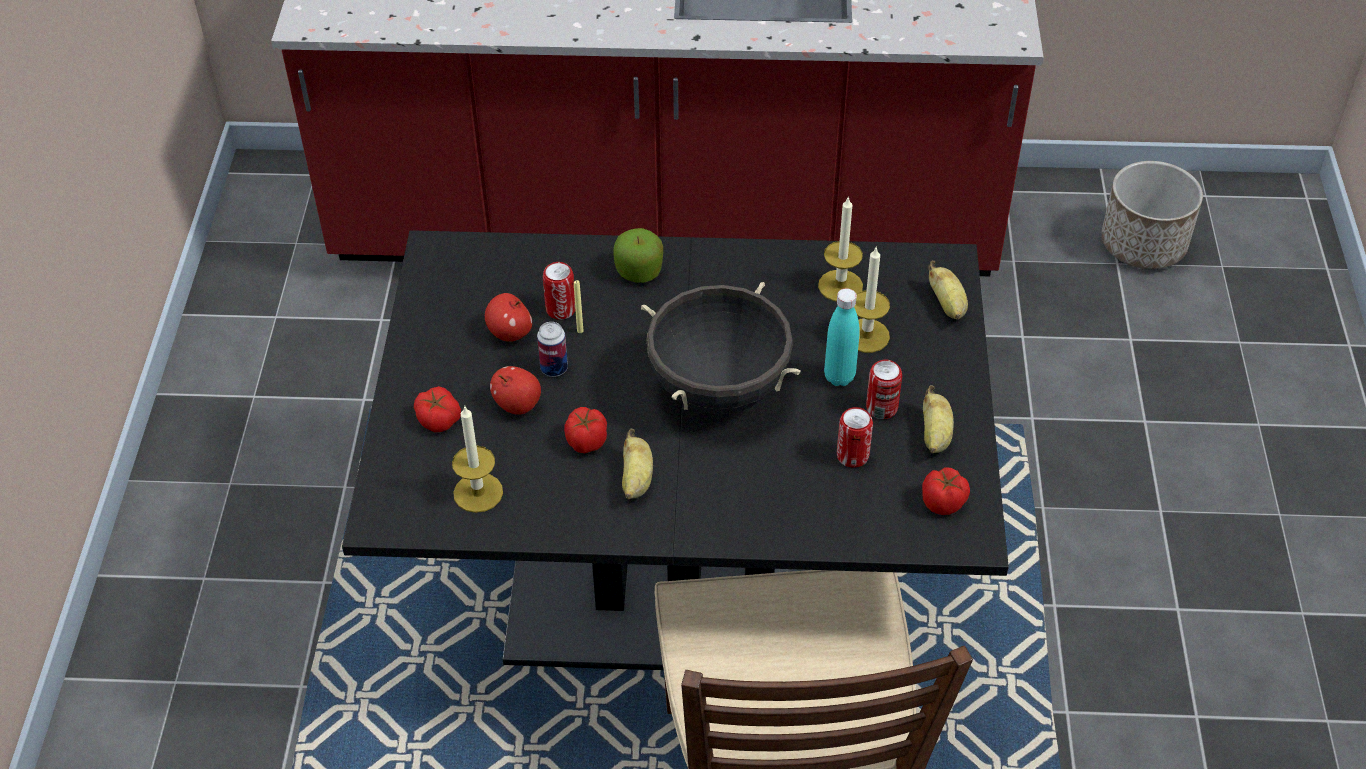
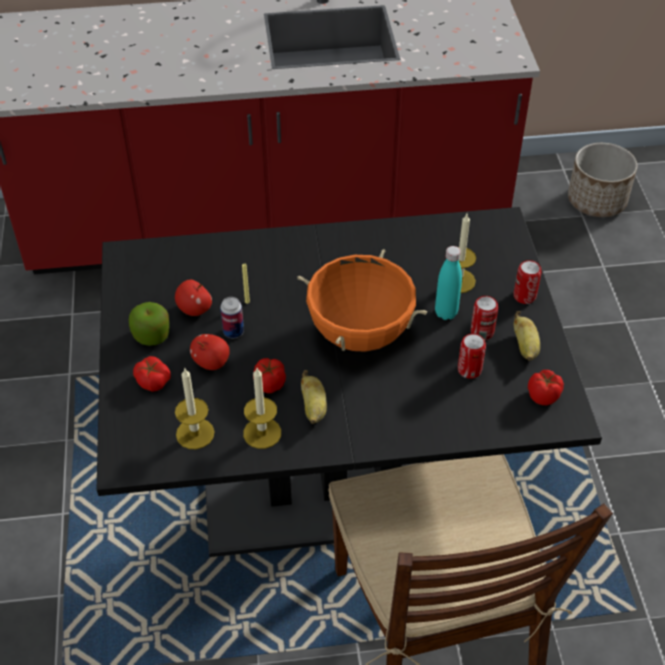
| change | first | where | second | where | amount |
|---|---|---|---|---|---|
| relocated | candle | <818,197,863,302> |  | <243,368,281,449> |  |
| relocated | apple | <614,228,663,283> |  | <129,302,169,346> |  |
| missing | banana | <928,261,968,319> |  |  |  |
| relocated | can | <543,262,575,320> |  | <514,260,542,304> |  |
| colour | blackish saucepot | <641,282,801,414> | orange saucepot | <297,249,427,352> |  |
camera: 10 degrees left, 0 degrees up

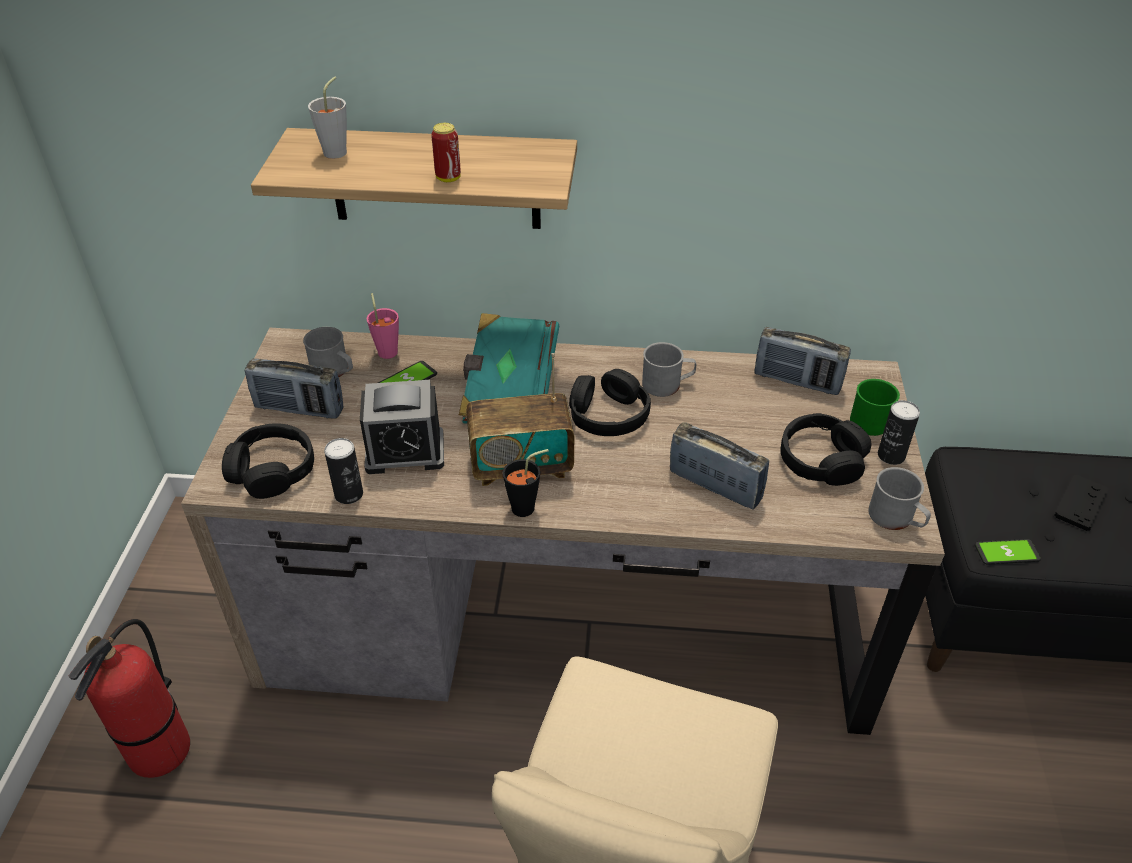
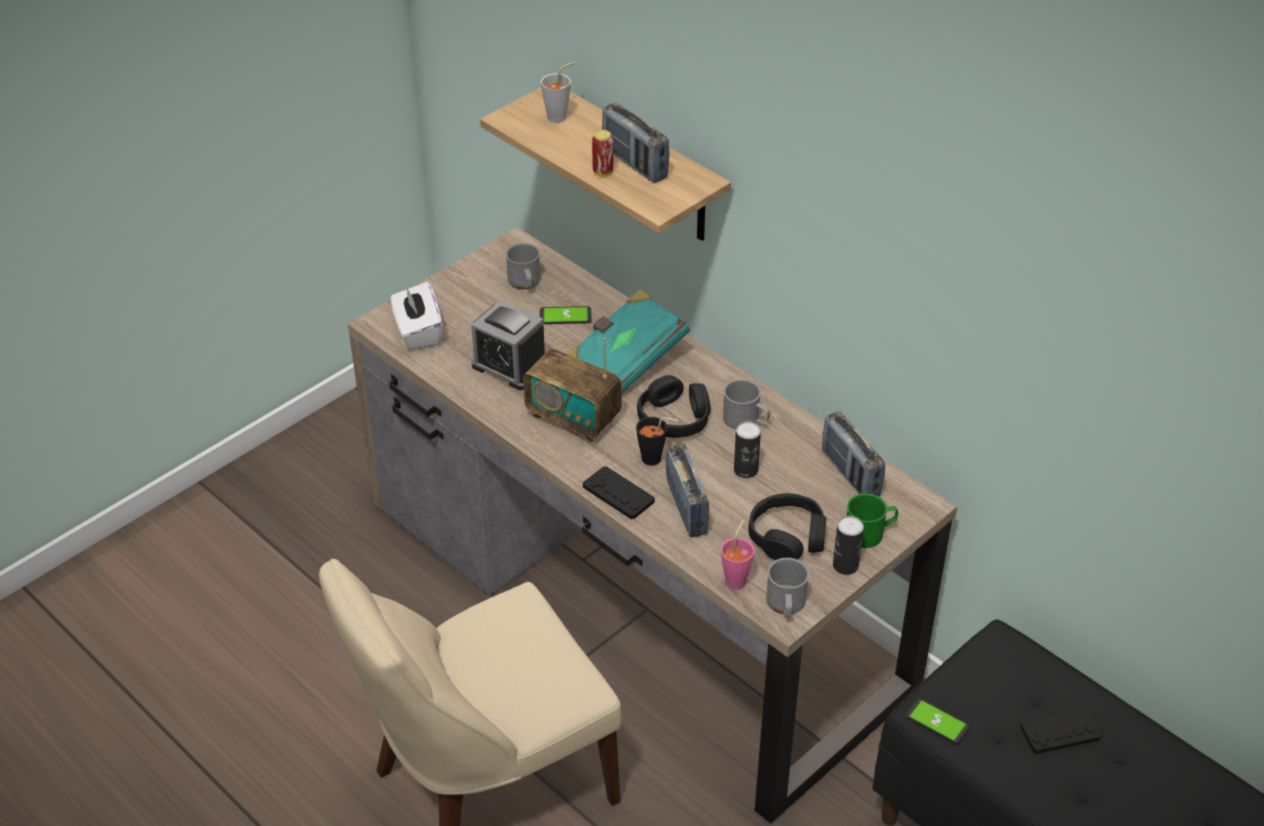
| change | first | where | second | where | amount |
|---|---|---|---|---|---|
| relocated | pink-coloured small cup | <366,293,399,359> |  | <721,520,755,590> |  |
| relocated | radio receiver | <245,358,343,419> |  | <602,103,669,183> |  |
| exchanged | blackish headset | <222,423,314,499> | whitish box of tissues | <391,282,442,350> |  |
| relocated | can | <324,438,363,504> |  | <734,421,761,478> |  |
| relocated | blackish small cup | <503,449,549,517> |  | <636,417,678,466> |  |
| missing | fire extinguisher | <69,619,190,778> |  |  |  |
| appeared |  |  | blackish gamepad | <583,466,655,519> |  |
camera: 40 degrees right, 0 degrees up

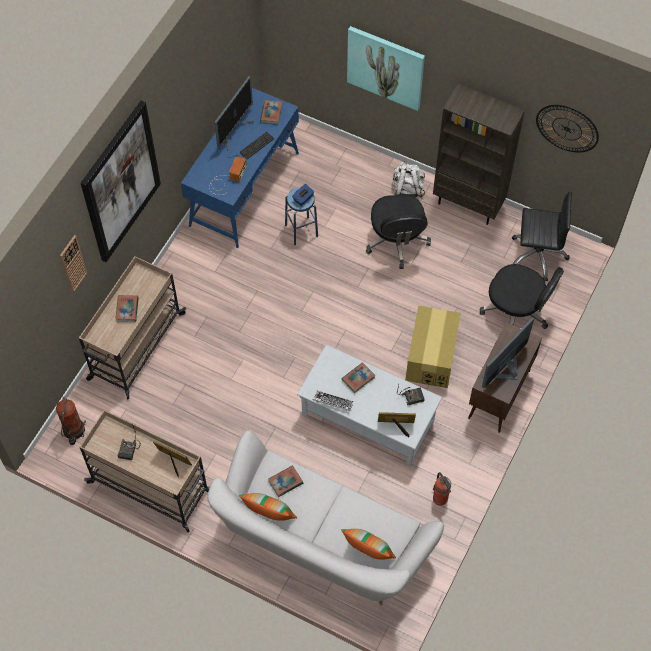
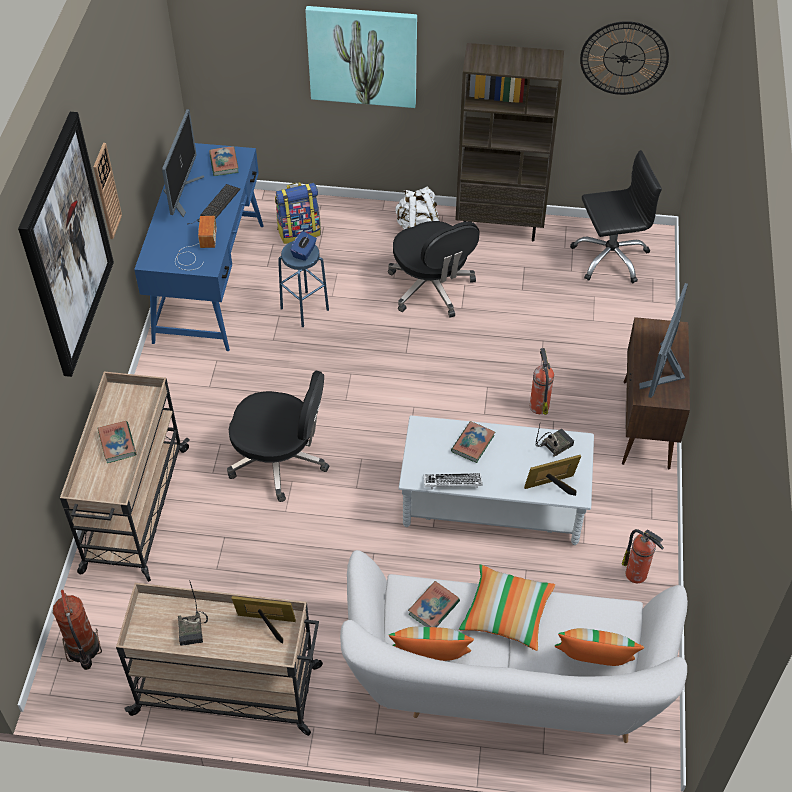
| change | first | where | second | where | amount |
|---|---|---|---|---|---|
| relocated | wall clock | <60,235,87,293> |  | <93,143,122,239> |  |
| relocated | blackish computer chair | <480,264,564,329> |  | <227,371,330,502> |  |
| exchanged | packing box | <406,306,461,388> | fire extinguisher | <530,348,554,415> |  |
| appeared |  |  | rucksack | <275,182,321,244> |  |
| appeared |  |  | cushion | <459,565,555,651> |  |
camera: 20 degrees left, 10 degrees down

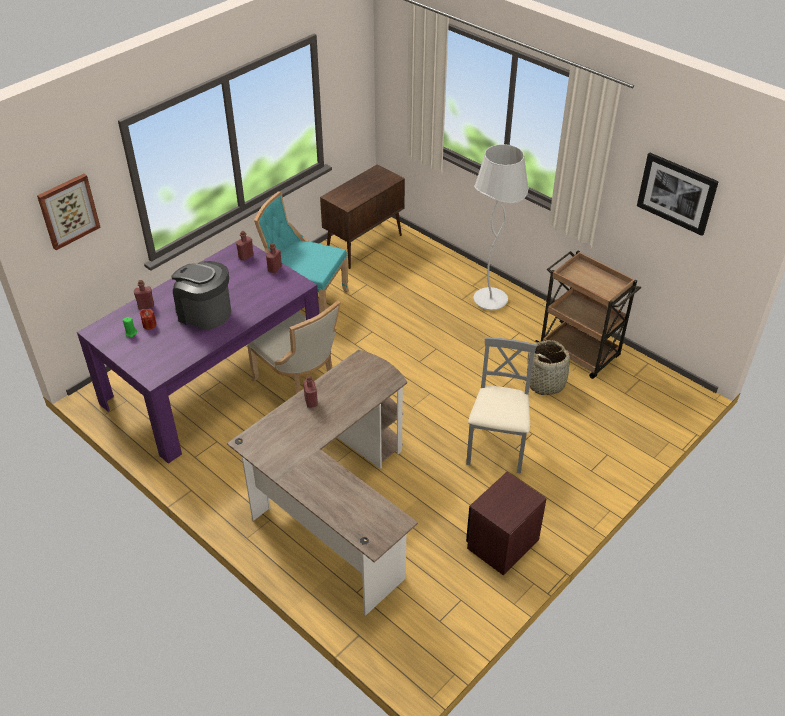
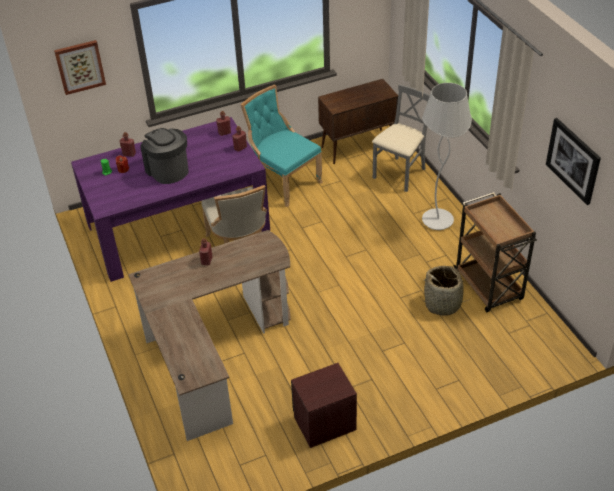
| change | first | where | second | where | amount |
|---|---|---|---|---|---|
| relocated | gray chair | <466,337,537,474> |  | <372,84,430,192> |  |
camera: 25 degrees right, 0 degrees up

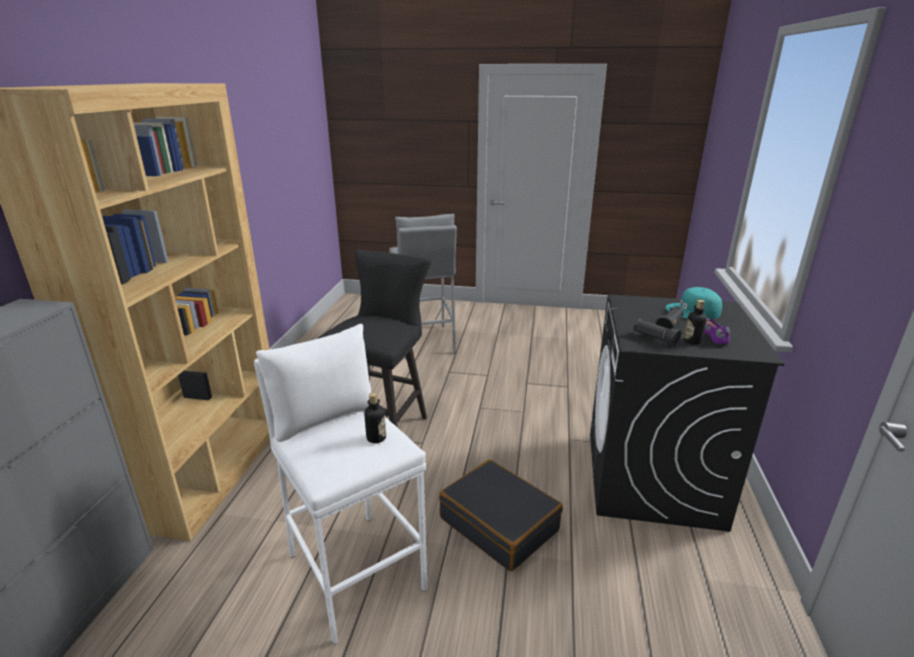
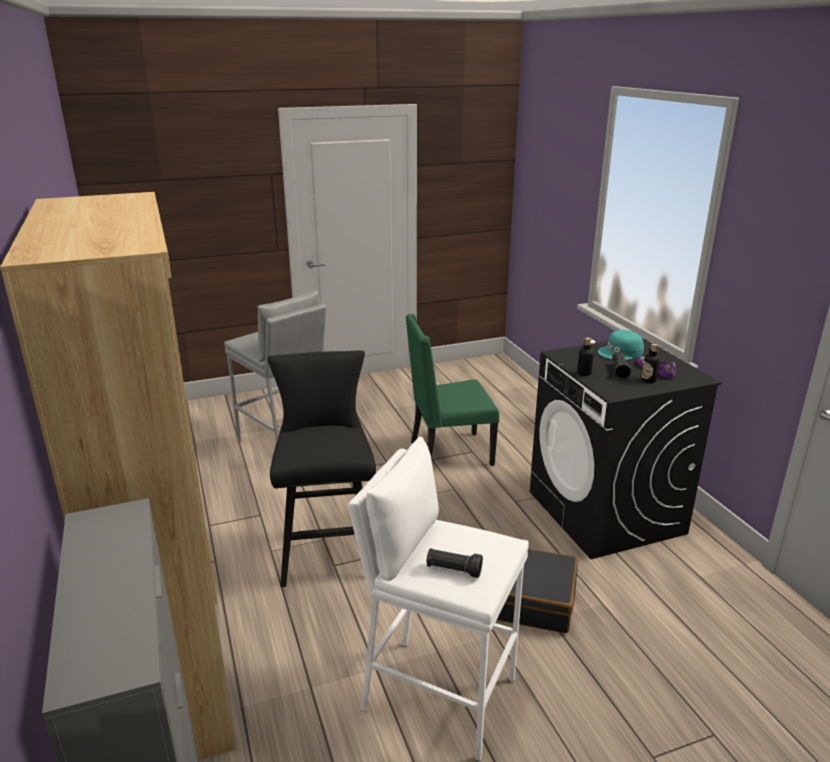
| change | first | where | second | where | amount |
|---|---|---|---|---|---|
| relocated | blackish hand torch | <633,319,681,347> |  | <427,548,483,578> |  |
| relocated | beverage bottle | <364,392,386,443> |  | <577,337,594,376> |  |
| appeared |  |  | greenish chair | <405,314,499,466> |  |
camera: 30 degrees left, 0 degrees up

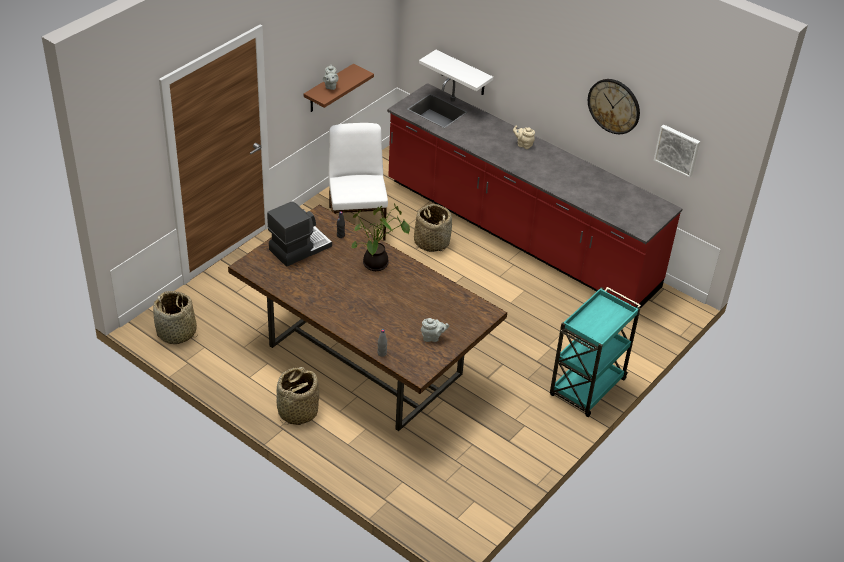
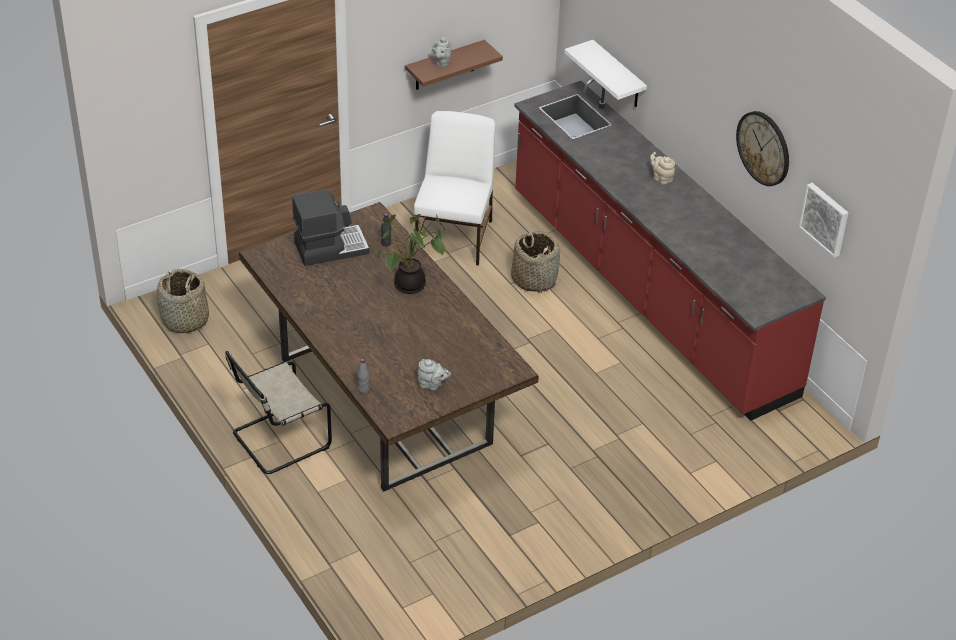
| change | first | where | second | where | amount |
|---|---|---|---|---|---|
| missing | turquoise cart | <550,287,641,417> |  |  |  |
| exchanged | household basket | <276,367,319,425> | beige-coloured chair | <225,351,332,474> |  |
camera: 20 degrees right, 0 degrees up

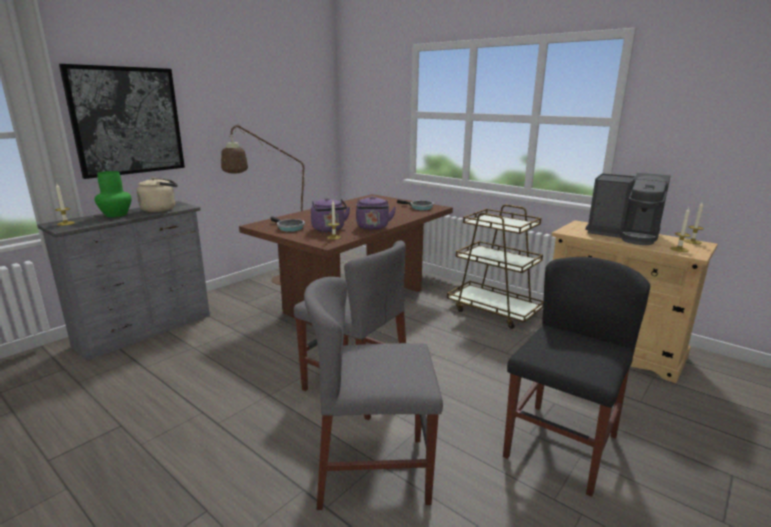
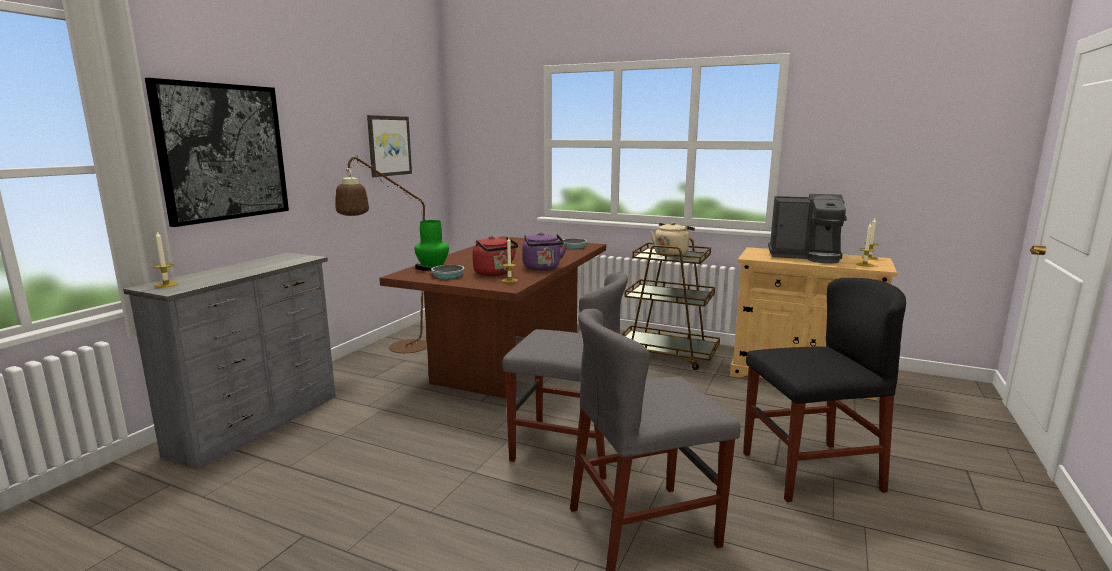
| change | first | where | second | where | amount |
|---|---|---|---|---|---|
| relocated | greenish decorative vase | <95,171,131,217> |  | <414,220,449,267> |  |
| relocated | beige-coloured water kettle | <137,177,177,212> |  | <650,222,695,257> |  |
| colour | purplish water kettle | <311,198,350,232> | red-coloured water kettle | <473,236,518,276> |  |
| spun | blackish chair | <503,257,650,497> |  | <743,278,906,502> | 60 degrees clockwise |
| appeared |  |  | wall picture | <367,115,412,177> |  |
camera: 15 degrees left, 5 degrees down

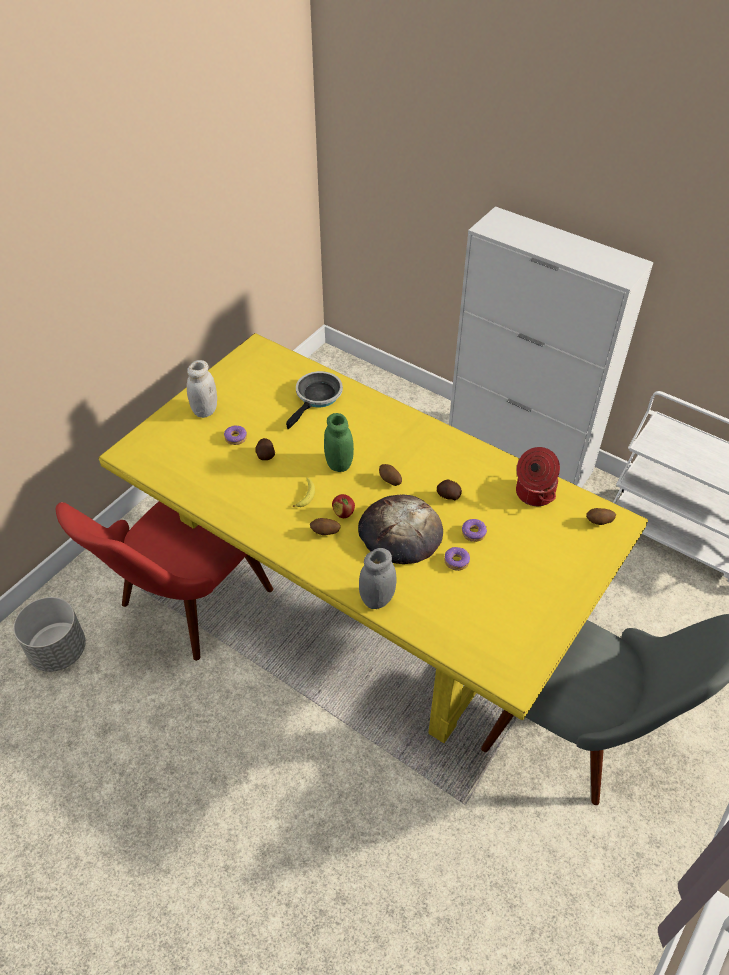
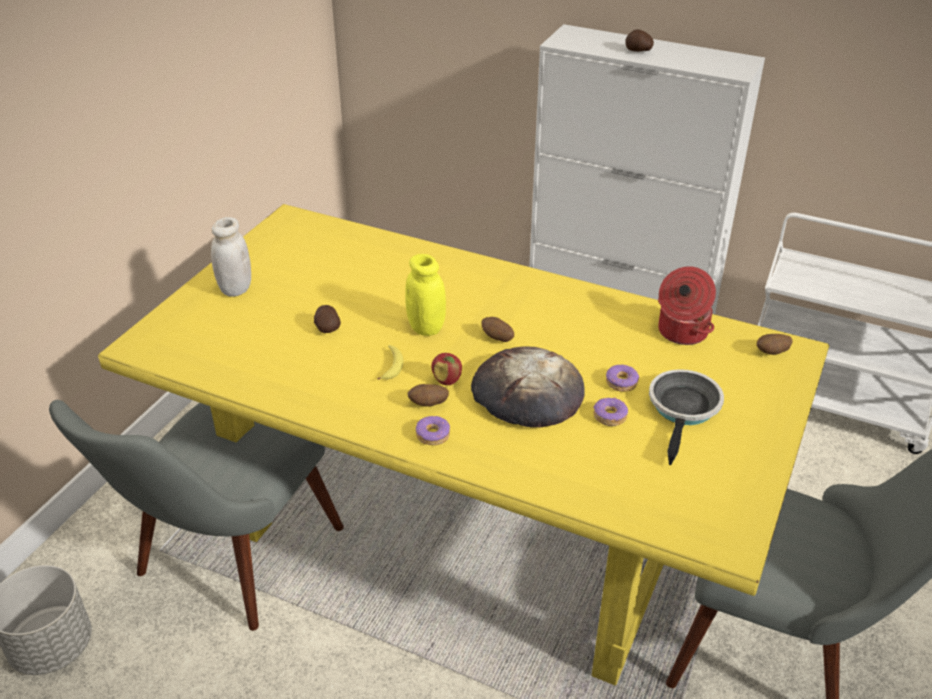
| change | first | where | second | where | amount |
|---|---|---|---|---|---|
| relocated | frying pan | <286,371,343,430> |  | <649,369,724,465> |  |
| colour | greenish storage jar | <324,413,354,472> | yellow storage jar | <405,254,446,336> |  |
| relocated | donut | <224,426,247,445> |  | <416,416,450,445> |  |
| relocated | potato | <437,480,462,500> |  | <625,29,654,52> |  |
| colour | red-coloured chair | <56,501,273,661> | gray chair | <49,400,344,631> |  |
| missing | gray storage jar | <359,548,396,609> |  |  |  |
camera: 10 degrees left, 10 degrees down

